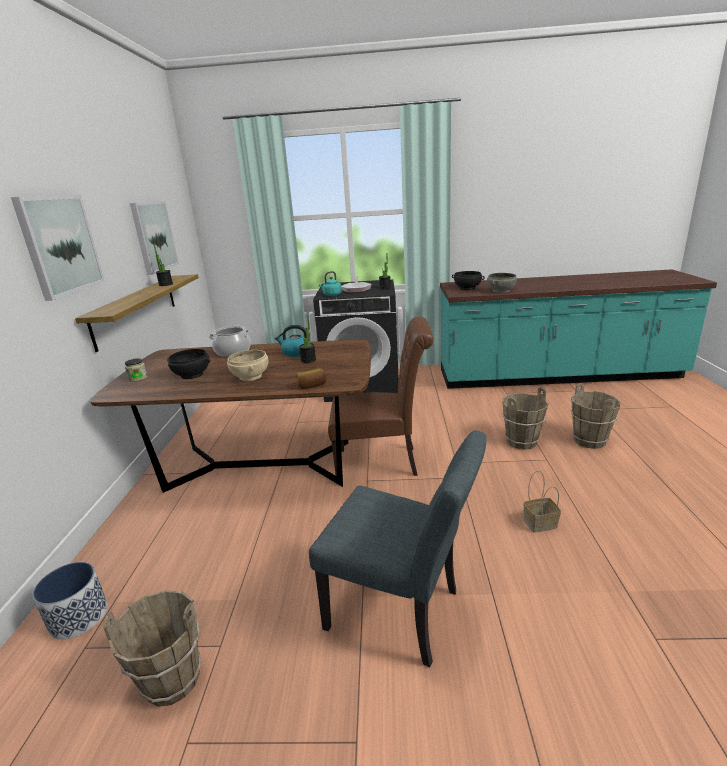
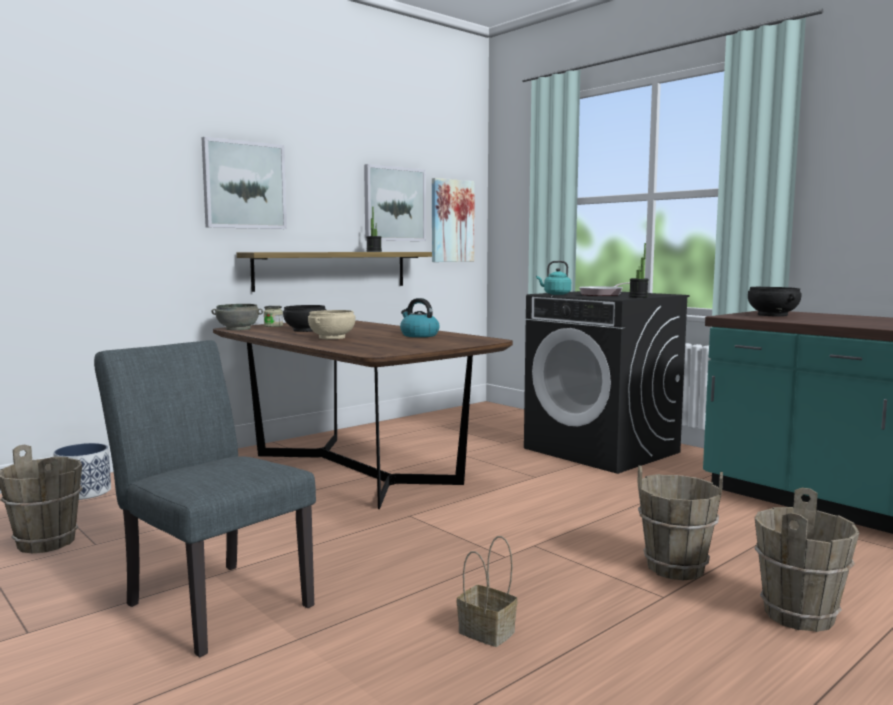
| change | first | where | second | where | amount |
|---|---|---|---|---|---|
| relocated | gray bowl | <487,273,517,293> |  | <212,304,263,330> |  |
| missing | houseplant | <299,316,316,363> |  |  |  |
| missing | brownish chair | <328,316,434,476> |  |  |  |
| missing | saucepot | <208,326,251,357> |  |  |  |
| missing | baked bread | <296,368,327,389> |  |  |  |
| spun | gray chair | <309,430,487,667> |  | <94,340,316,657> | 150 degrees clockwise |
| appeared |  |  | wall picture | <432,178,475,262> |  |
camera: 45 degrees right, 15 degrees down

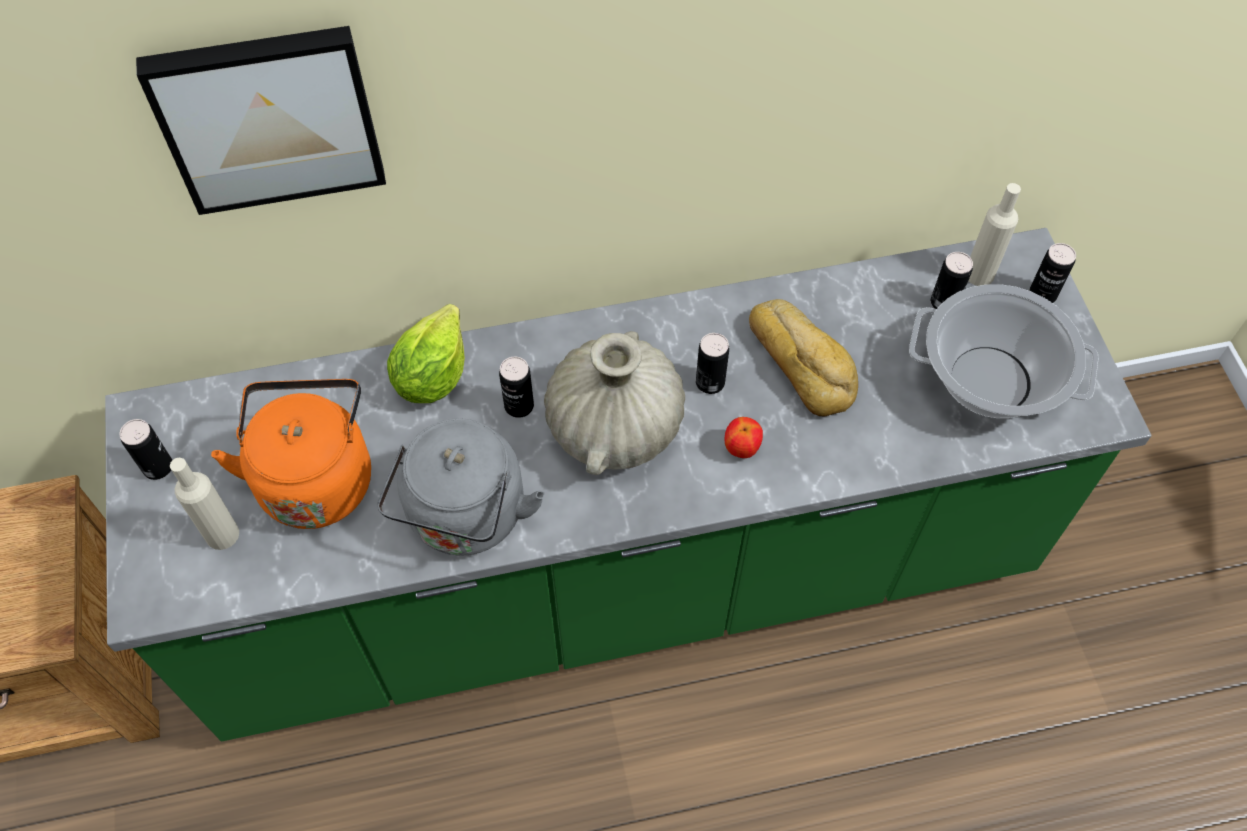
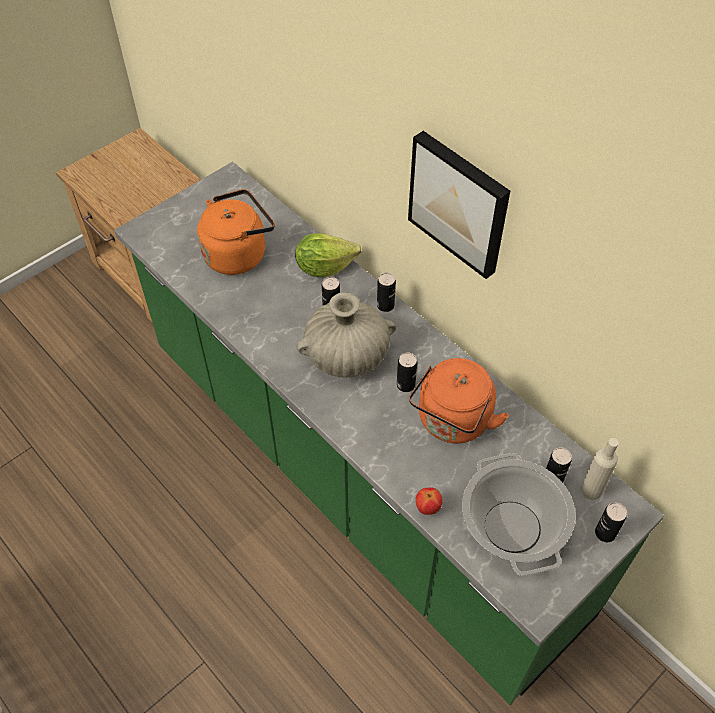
| change | first | where | second | where | amount |
|---|---|---|---|---|---|
| relocated | wall picture | <136,26,386,215> |  | <408,131,510,279> |  |
| exchanged | baked bread | <749,299,858,416> | orange water kettle | <409,358,509,443> |  |
| relocated | apple | <725,417,763,458> |  | <416,487,442,515> |  |
| missing | gray water kettle | <377,418,545,556> |  |  |  |
| relocated | can | <120,419,172,480> |  | <377,273,396,312> |  |
| missing | beige-coloured beverage bottle | <170,458,239,550> |  |  |  |
camera: 60 degrees right, 5 degrees down

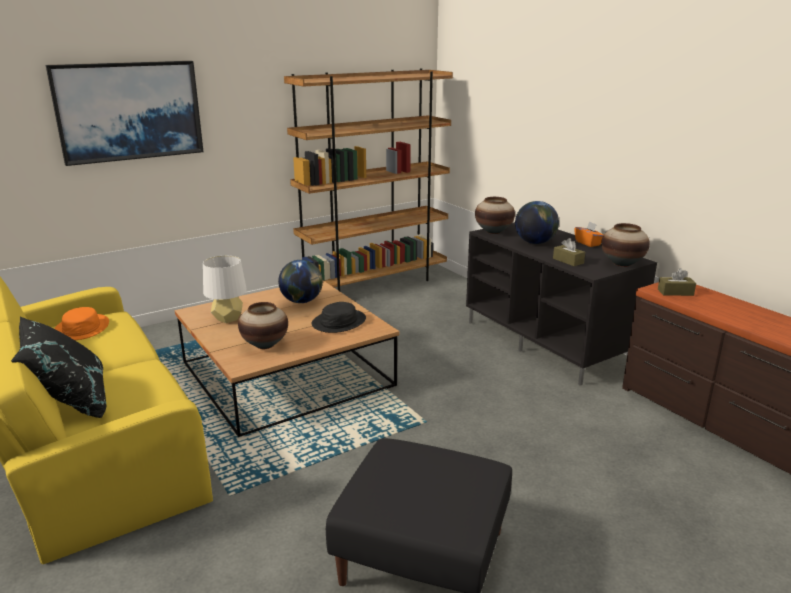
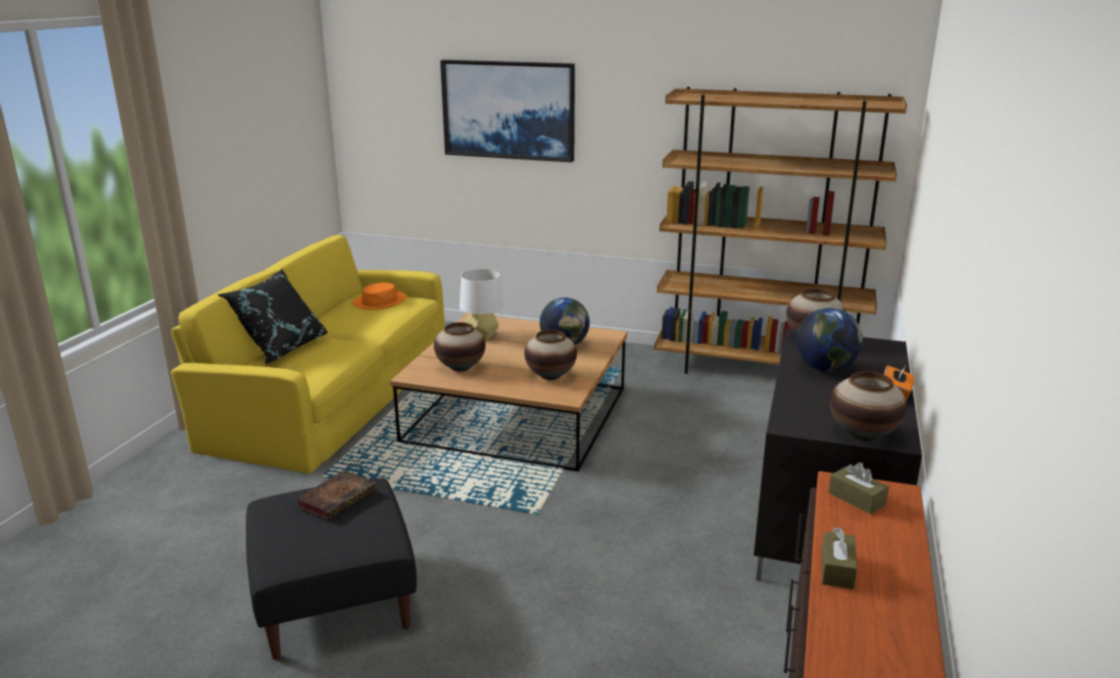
| change | first | where | second | where | amount |
|---|---|---|---|---|---|
| relocated | brownish box of tissues | <553,238,585,266> |  | <822,527,857,589> |  |
| exchanged | blackish clothing hat | <311,302,366,333> | decorative vase | <524,330,577,380> |  |
| appeared |  |  | bound book | <296,470,376,520> |  |
camera: 50 degrees right, 0 degrees up

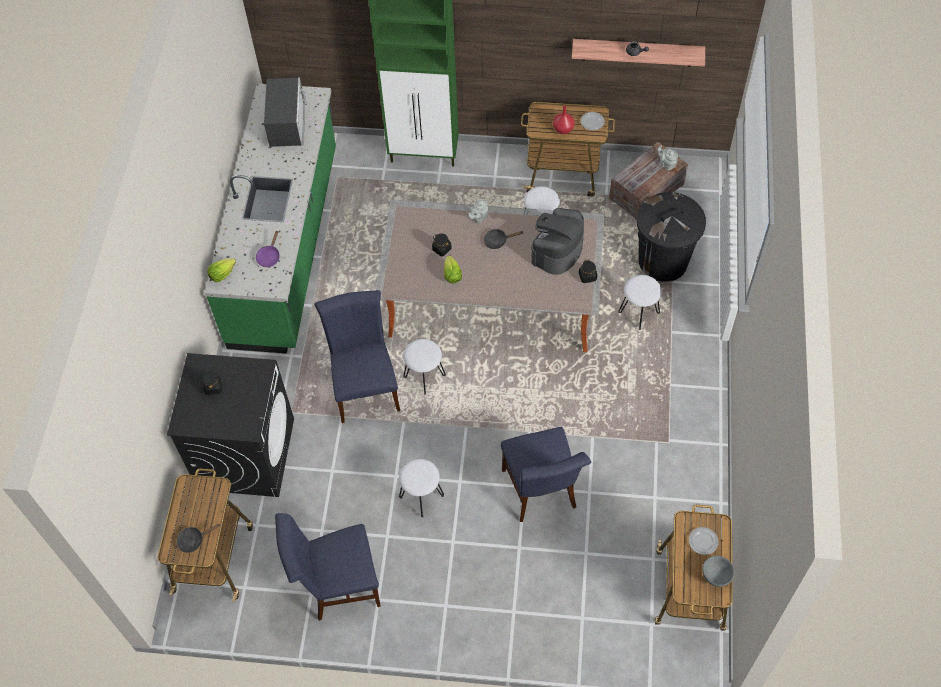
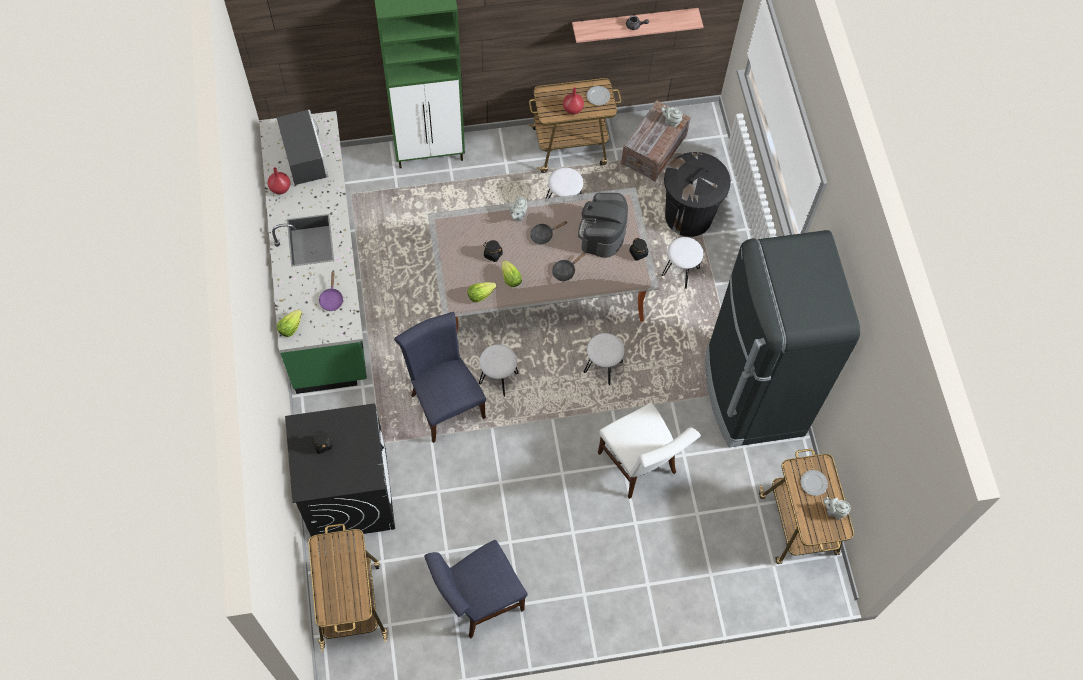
| change | first | where | second | where | amount |
|---|---|---|---|---|---|
| colour | blue-coloured chair | <501,427,591,522> | whitish chair | <598,403,701,499> |  |
| relocated | whitish stool seat | <399,459,444,517> |  | <584,333,625,385> |  |
| relocated | blackish frying pan | <177,524,220,553> |  | <552,252,586,281> |  |
| exchanged | gray bowl | <702,556,735,587> | gray pot for tea | <823,497,851,520> |  |
| appeared |  |  | red-coloured decorative vase | <268,167,290,195> |  |
| appeared |  |  | blackish fridge | <705,230,860,447> |  |
| appeared |  |  | lettuce head | <468,282,497,302> |  |
camera: 20 degrees left, 5 degrees up

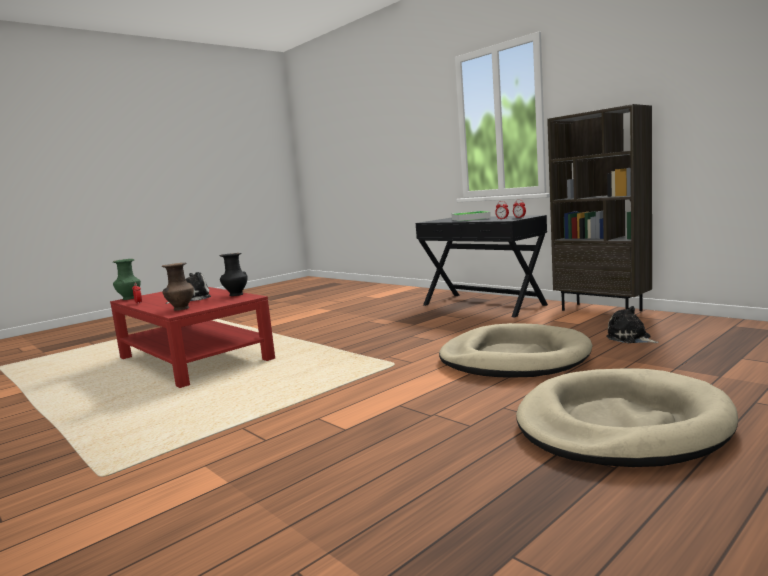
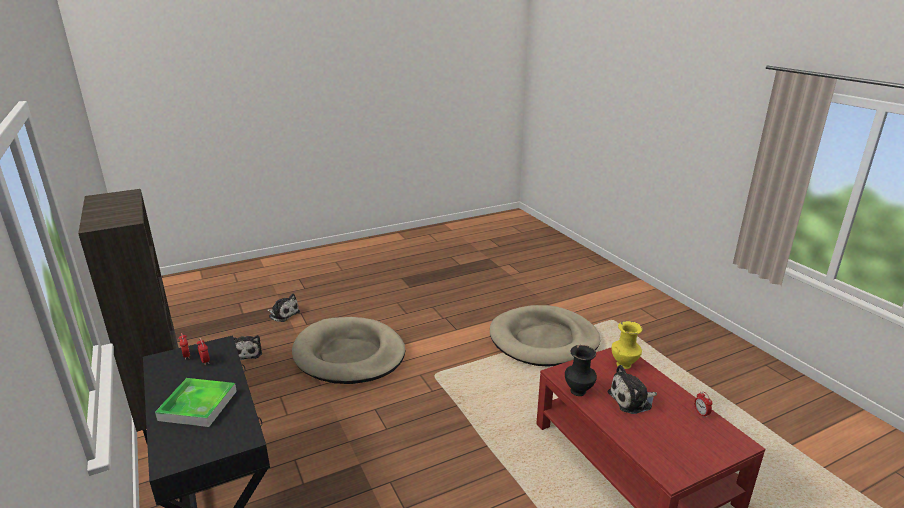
| change | first | where | second | where | amount |
|---|---|---|---|---|---|
| missing | greenish decorative vase | <113,259,141,300> |  |  |  |
| colour | brownish decorative vase | <162,263,194,310> | yellow decorative vase | <611,321,643,369> |  |
| relocated | beige-coloured pet bed | <516,368,738,467> |  | <490,305,600,367> |  |
| appeared |  |  | plush toy | <267,294,300,322> |  |
camera: 165 degrees left, 15 degrees up

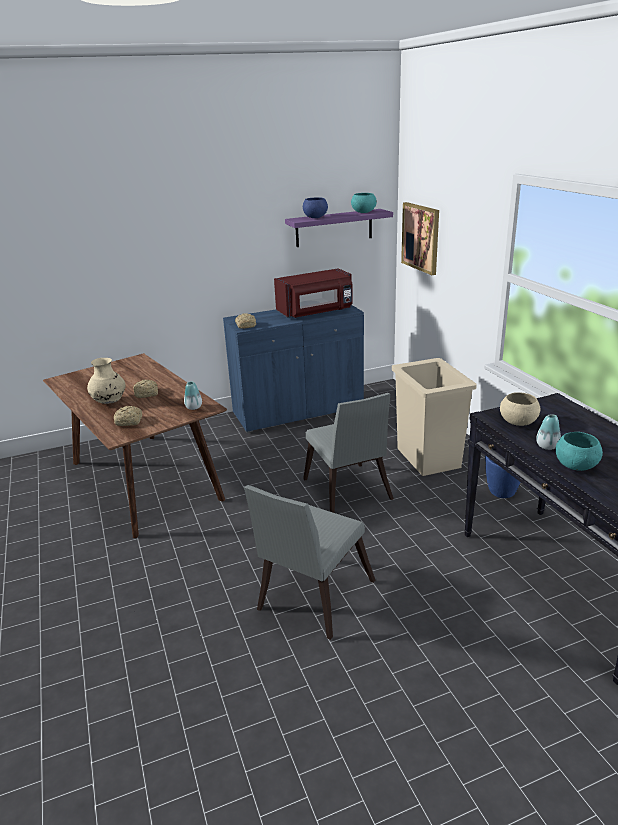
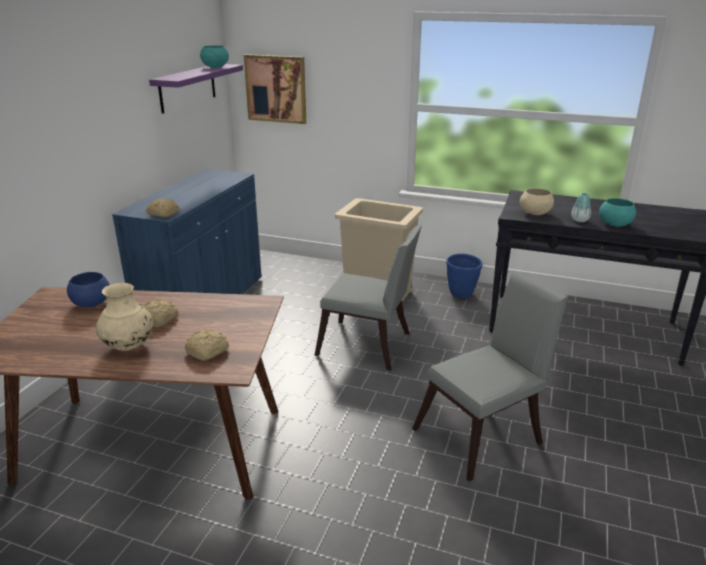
| change | first | where | second | where | amount |
|---|---|---|---|---|---|
| relocated | blue-coloured bowl | <303,197,328,218> |  | <67,272,110,308> |  |
| missing | red-coloured microwave | <274,268,353,318> |  |  |  |
| missing | decorative vase | <184,381,202,410> |  |  |  |
| spun | gray chair | <244,485,375,640> |  | <412,271,568,482> | 105 degrees counterclockwise |
camera: 50 degrees left, 0 degrees up

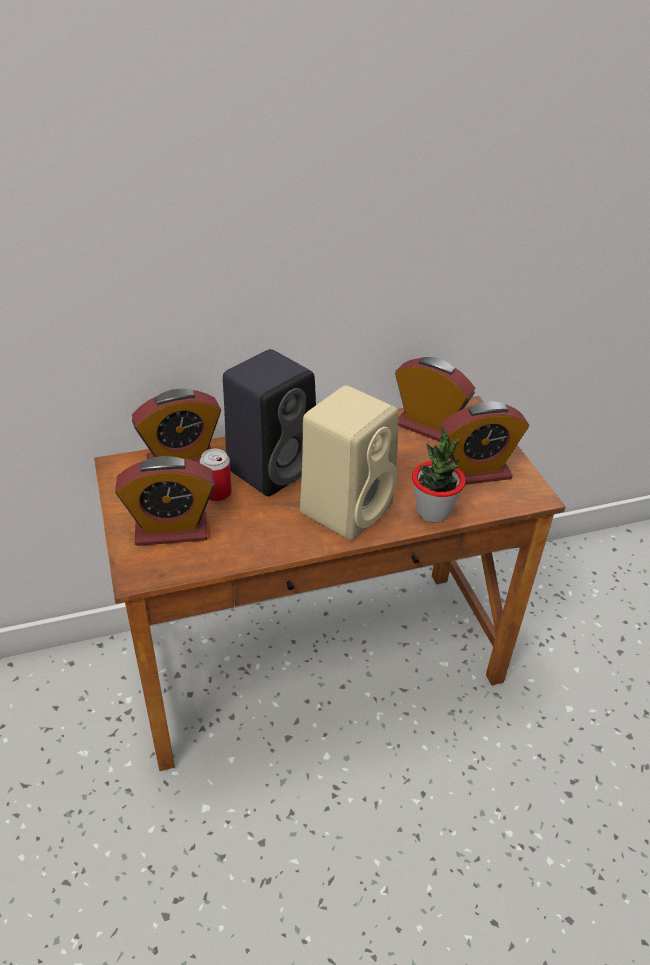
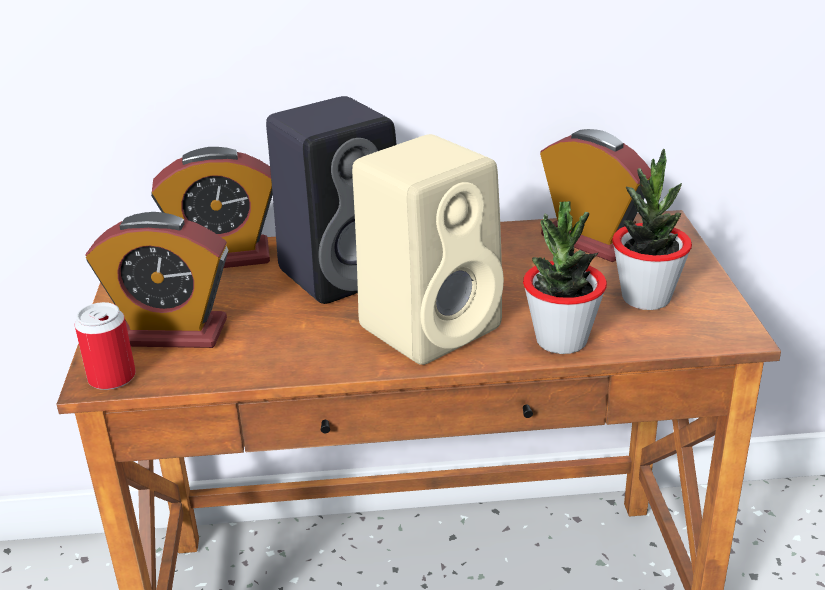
| change | first | where | second | where | amount |
|---|---|---|---|---|---|
| exchanged | alarm clock | <441,402,529,485> | houseplant | <612,149,692,310> |  |
| relocated | can | <200,449,232,502> |  | <74,302,136,390> |  |
camera: 15 degrees right, 10 degrees down

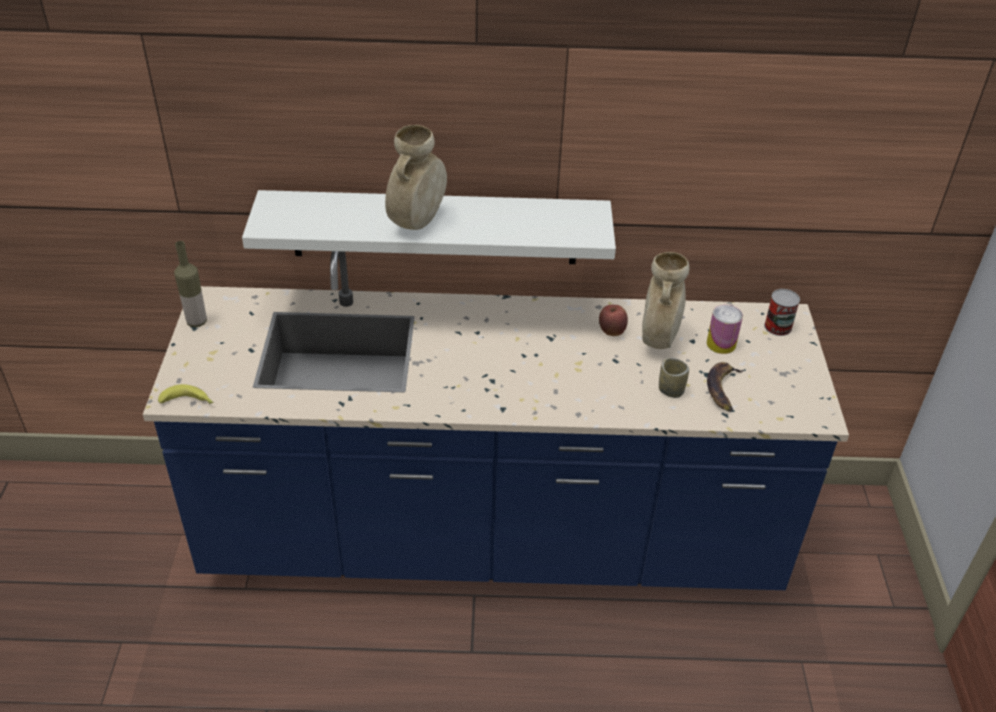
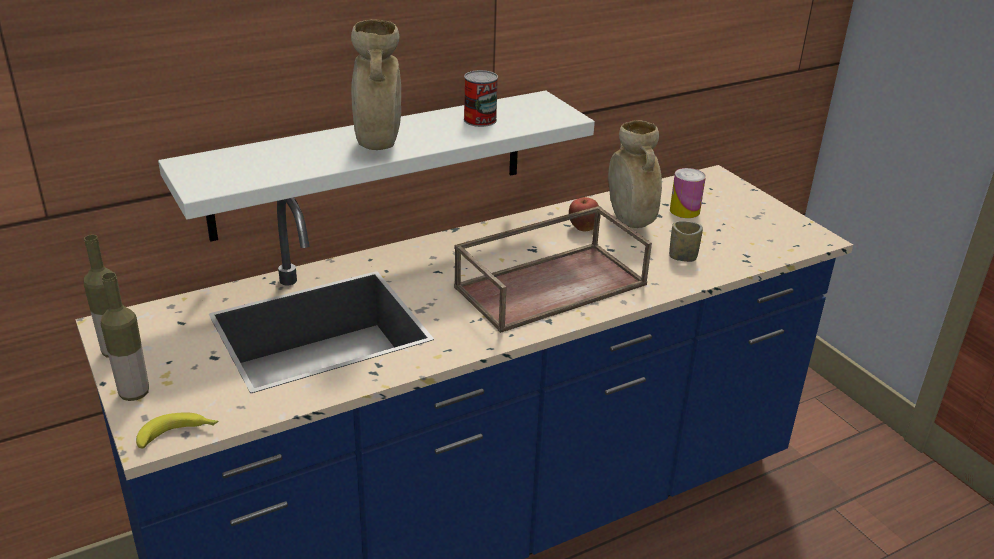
| change | first | where | second | where | amount |
|---|---|---|---|---|---|
| relocated | can | <764,289,800,336> |  | <464,70,498,127> |  |
| missing | banana | <707,362,744,412> |  |  |  |
| appeared |  |  | brownish serving tray | <454,206,652,333> |  |
| appeared |  |  | beverage bottle | <101,272,149,401> |  |
camera: 30 degrees left, 10 degrees down

